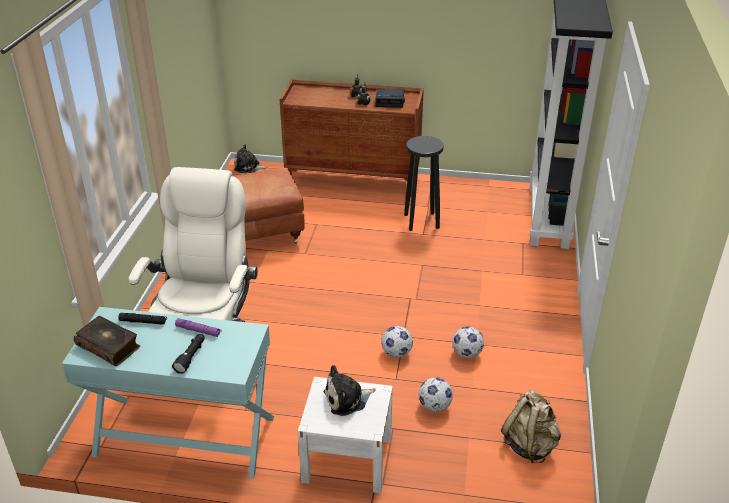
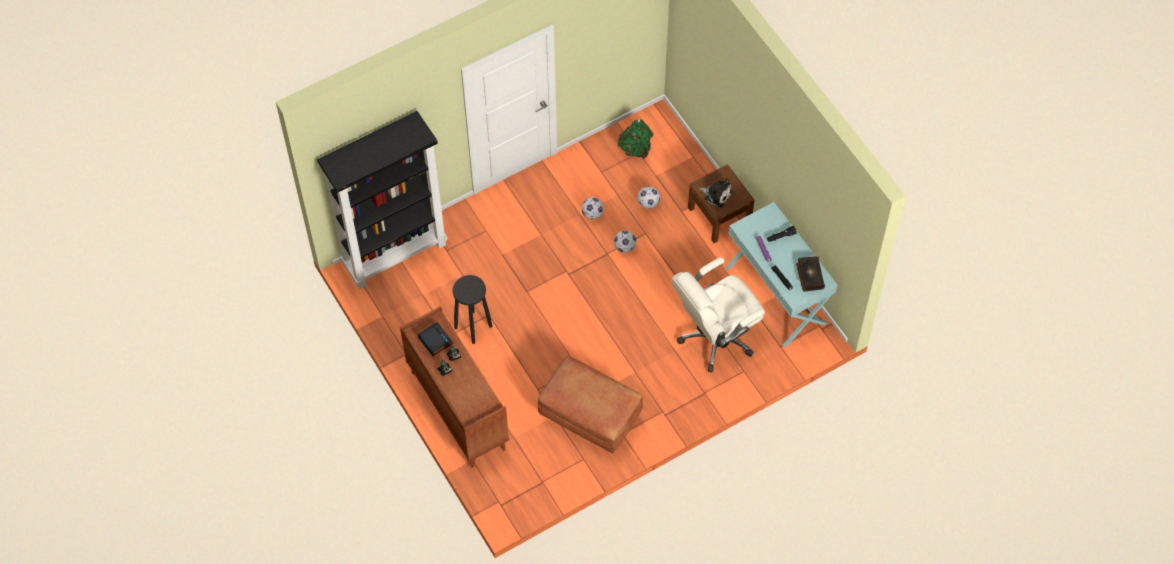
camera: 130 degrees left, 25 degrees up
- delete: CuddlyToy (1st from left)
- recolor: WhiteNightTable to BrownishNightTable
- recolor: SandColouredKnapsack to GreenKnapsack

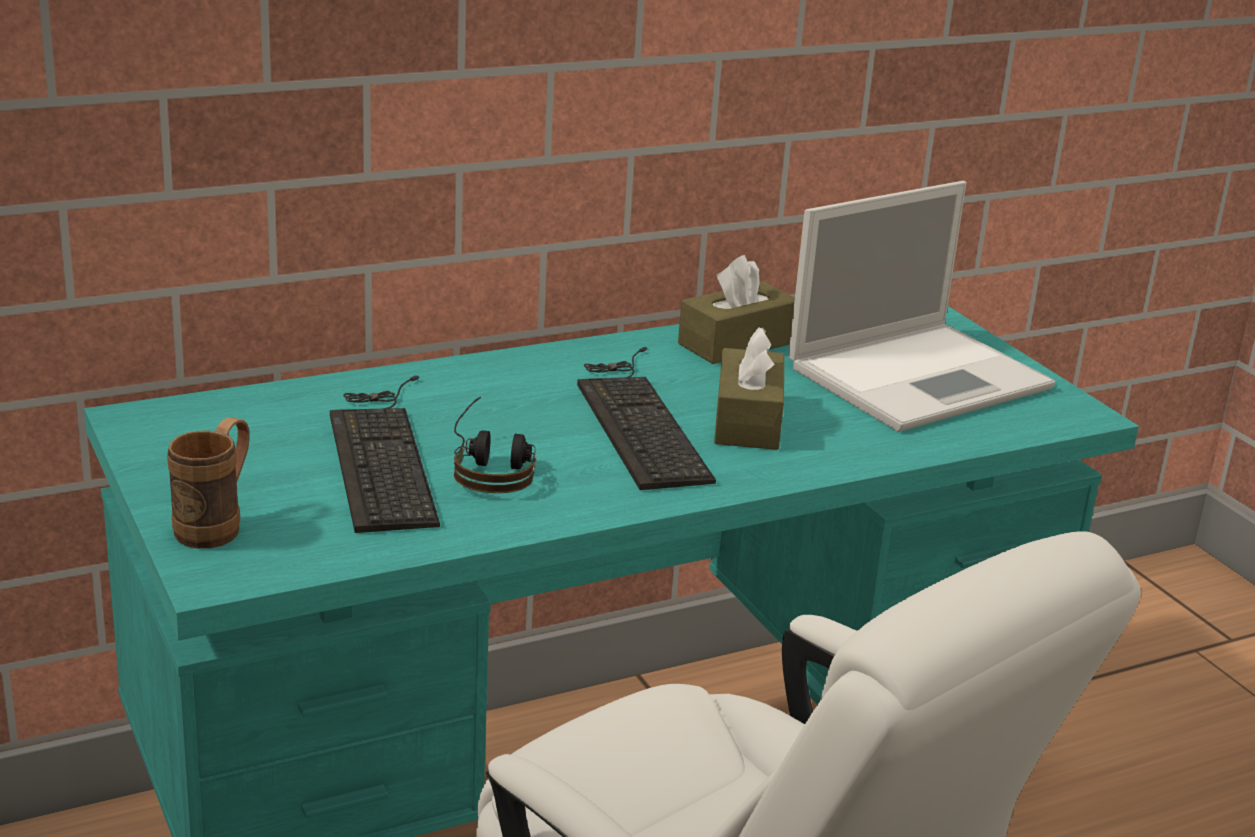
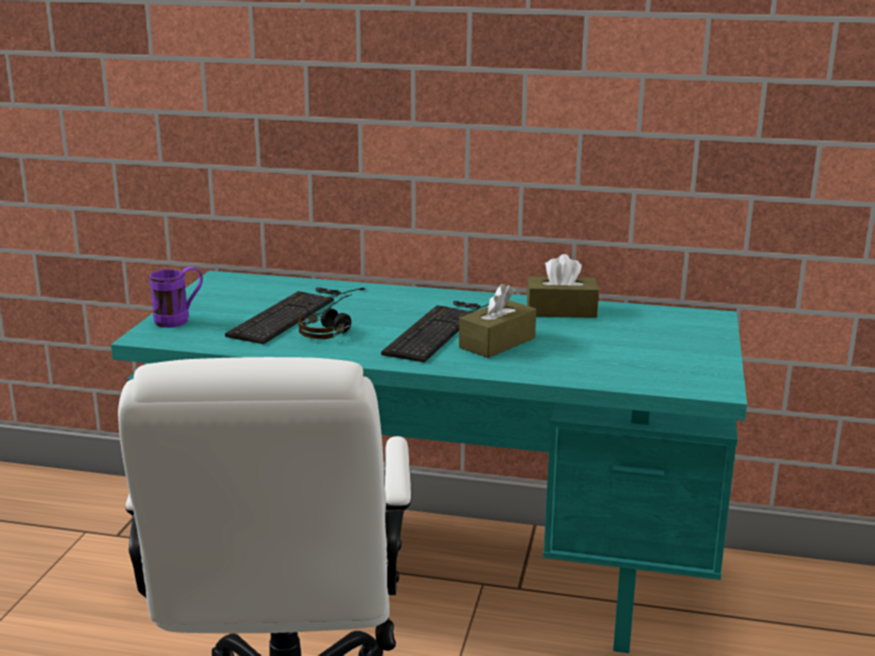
camera: 40 degrees right, 5 degrees down
- delete: Laptop
- recolor: BrownishCoffeeMug to PurpleColouredCoffeeMug

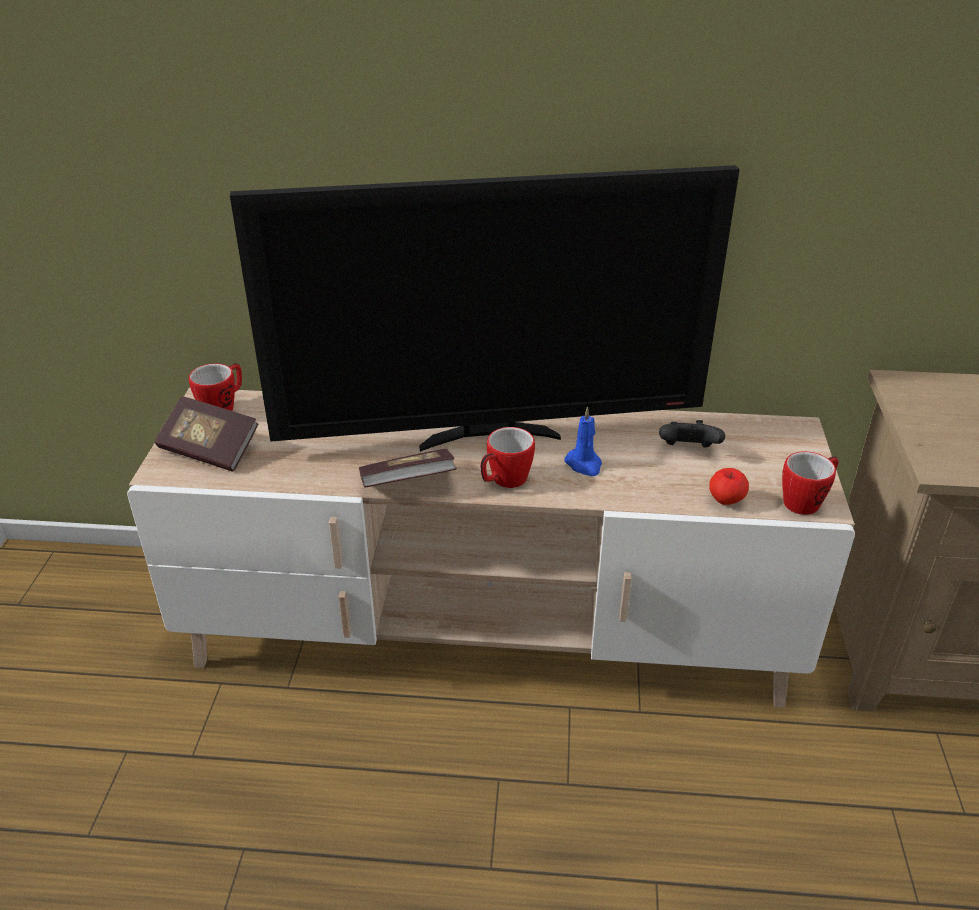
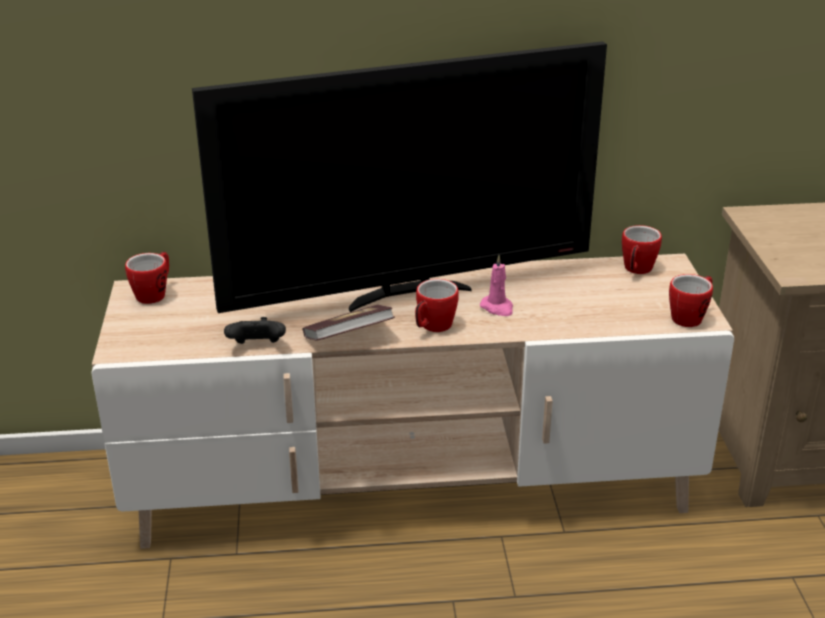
camera: 10 degrees left, 5 degrees down
- delete: Volume (1st from left)
- recolor: BlueCandle to PinkColouredCandle
- move: BlackColouredGamepad
- delete: WholeApple
- insert: CoffeeMug (3rd from left)

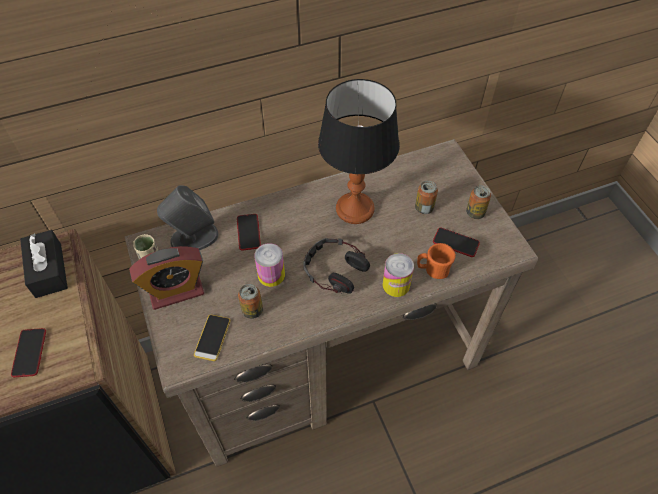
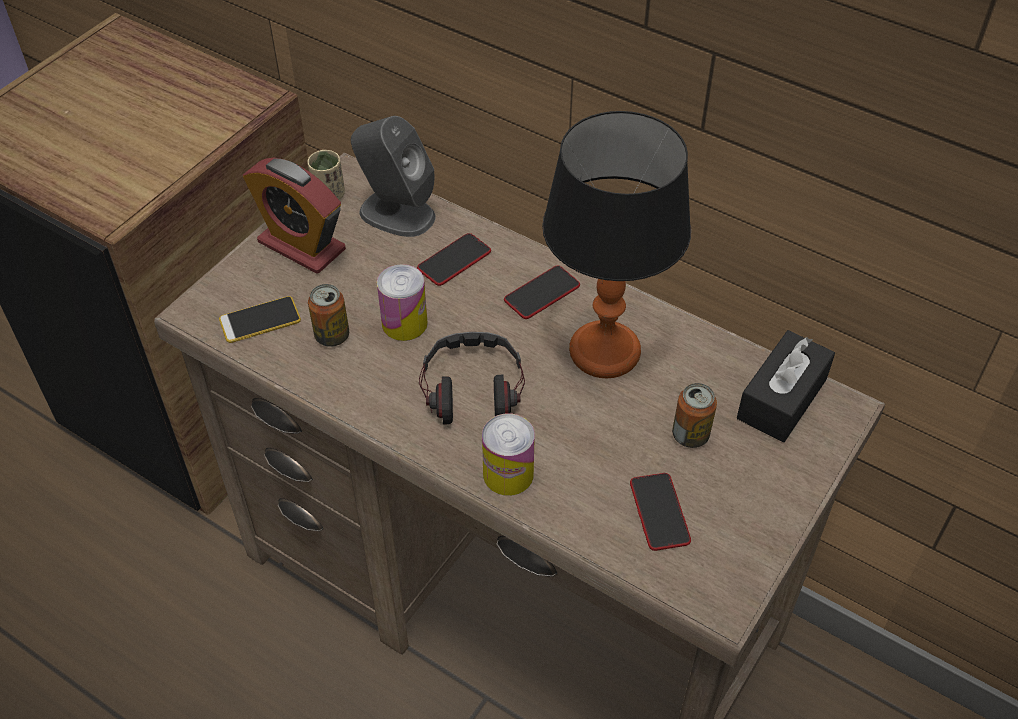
camera: 55 degrees right, 5 degrees down
- delete: Can (5th from left)
- move: BlackColouredTissueHolder
- delete: OrangeCoffeeMug
- move: Telephone (1st from left in the first image) to Telephone (3rd from left)

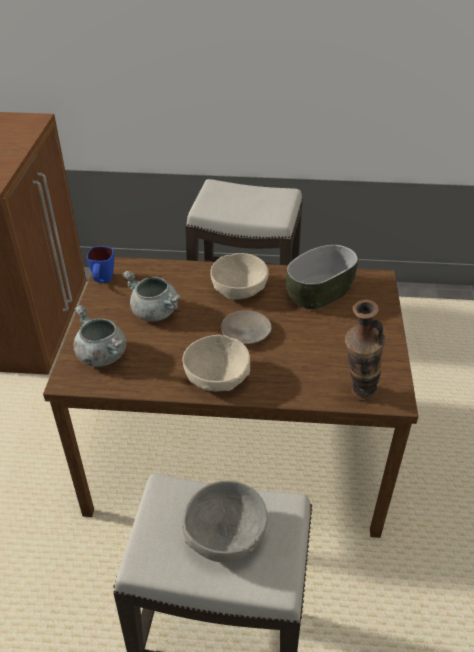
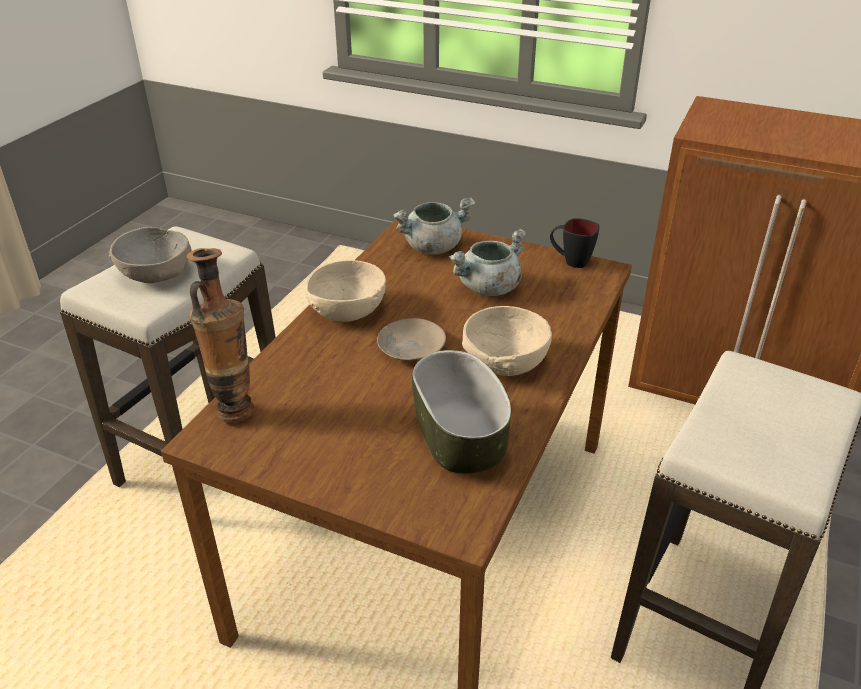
camera: 110 degrees right, 5 degrees down
- recolor: BlueCoffeeMug to BlackColouredCoffeeMug

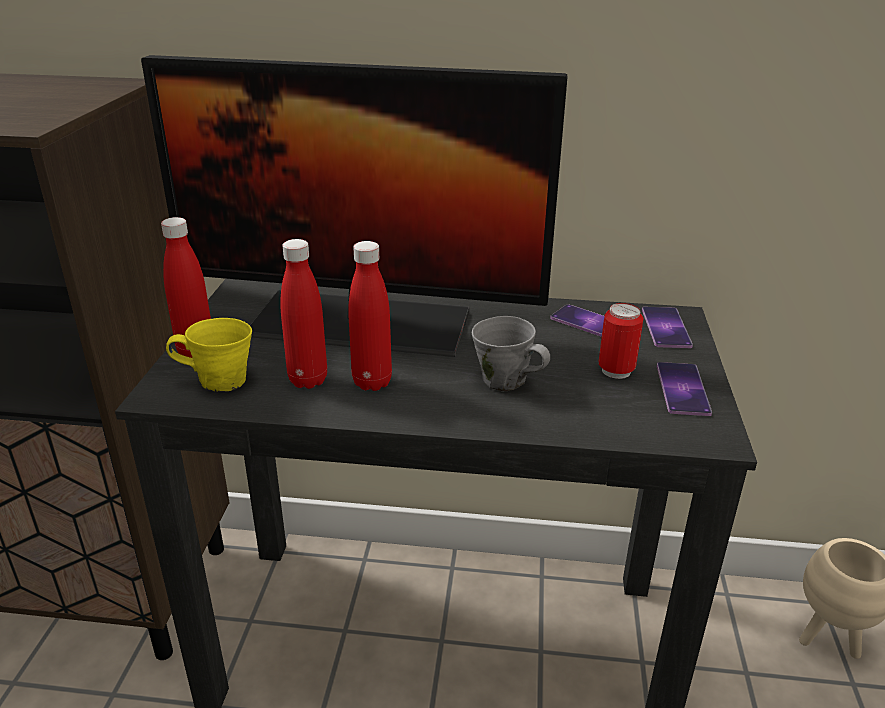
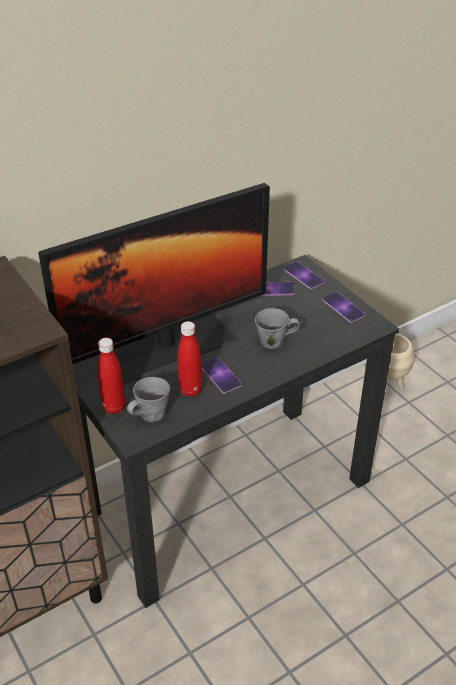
camera: 40 degrees left, 10 degrees up
- replace: ReddishBottle (3rd from left) to Telephone (1st from left)
- delete: Can
- recolor: YellowishCoffeeMug to GreyishCoffeeMug (1st from left)

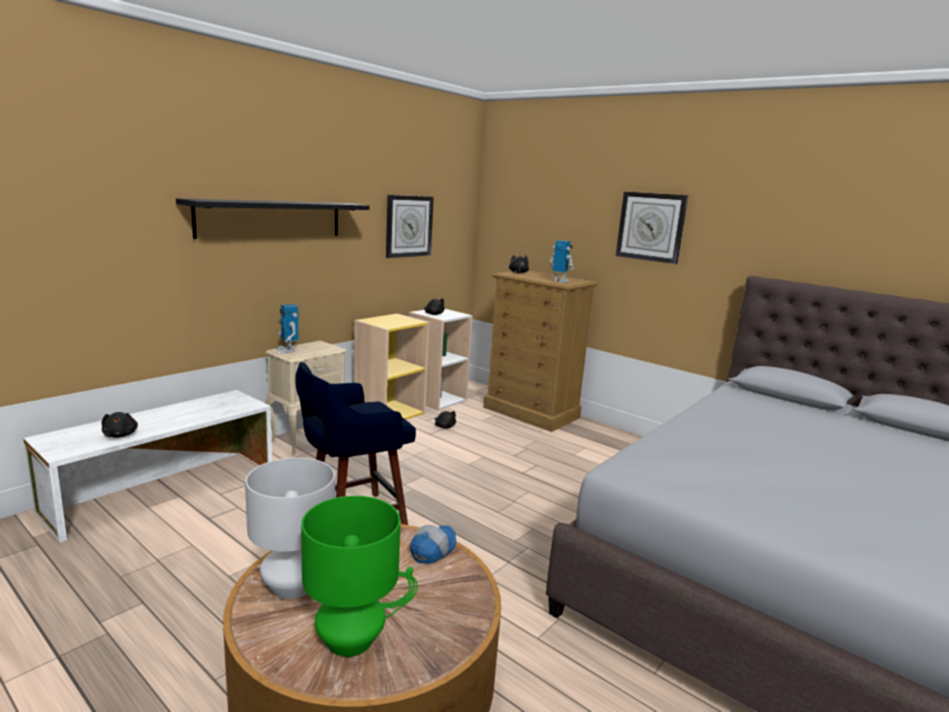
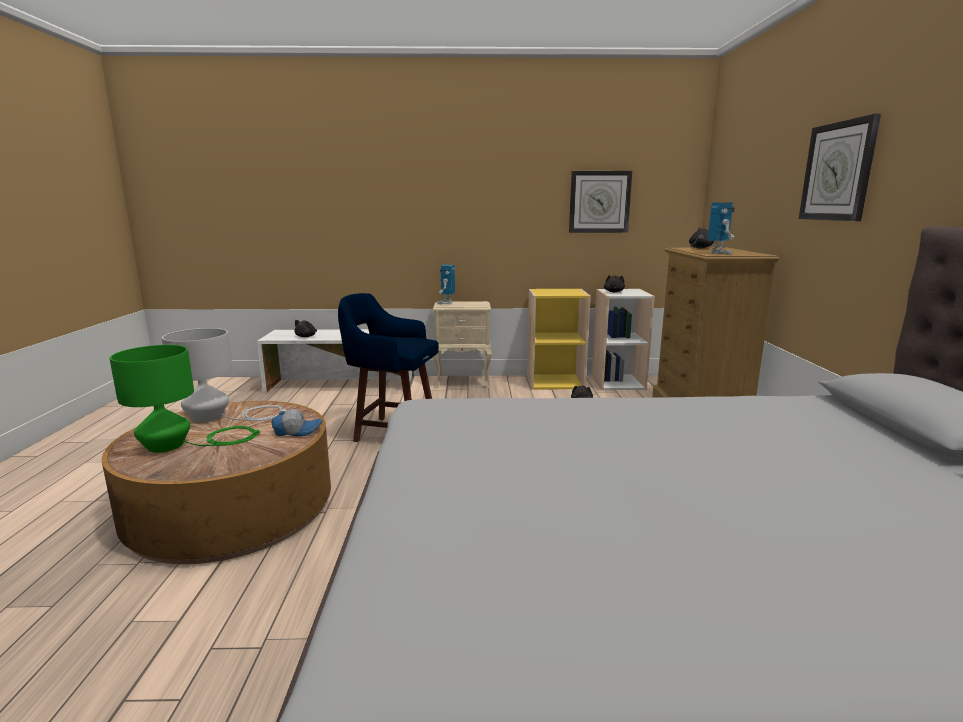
camera: 50 degrees right, 0 degrees up
- delete: BlackColouredWallShelf

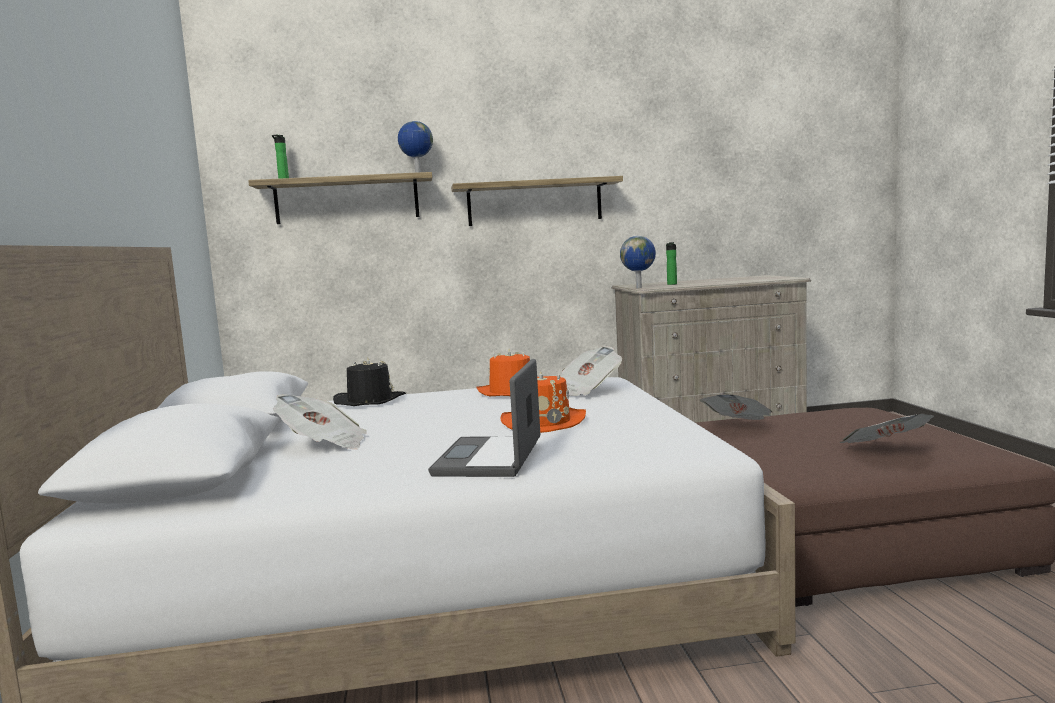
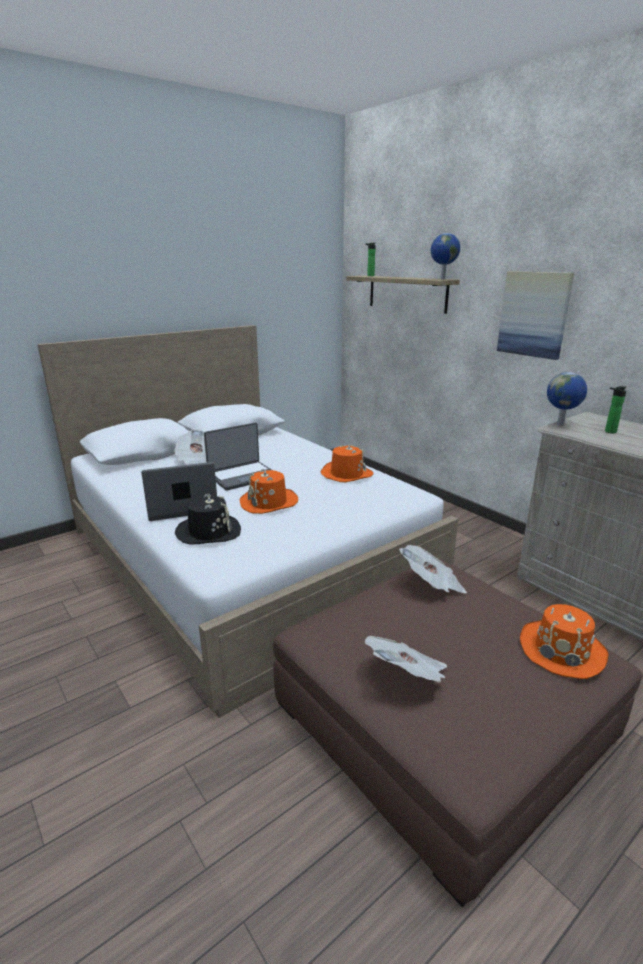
camera: 60 degrees right, 15 degrees up
- replace: WallShelf (2nd from left) to WallArt
- delete: DailyPaper (2nd from left)
- move: BlackColouredClothingHat
- insert: Laptop (2nd from left)
- insert: OrangeClothingHat (3rd from left)

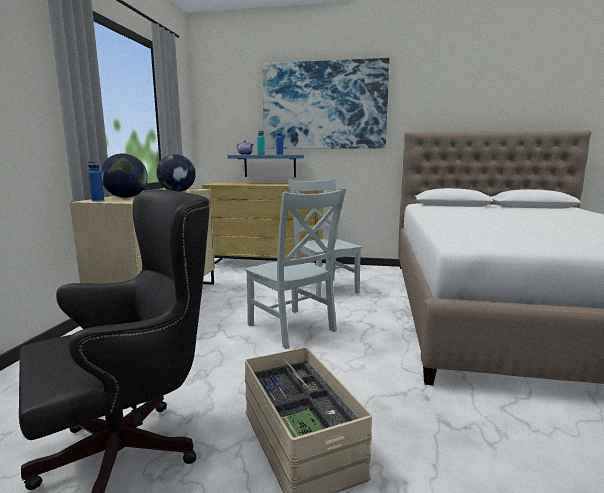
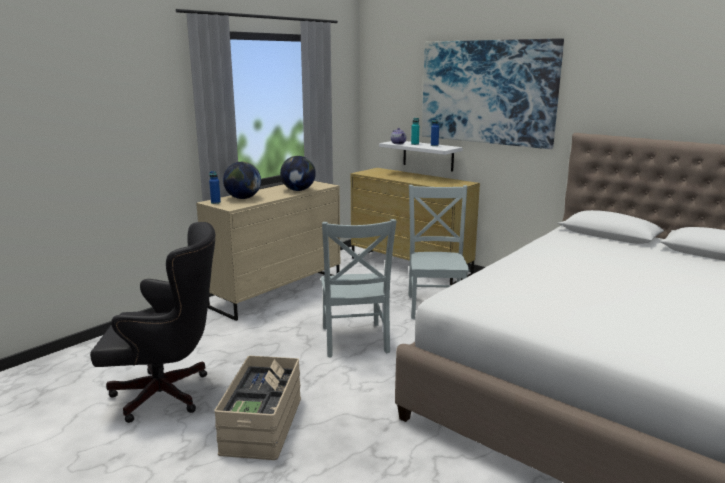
camera: 30 degrees right, 5 degrees up
- recolor: BlueWallShelf to WhiteWallShelf

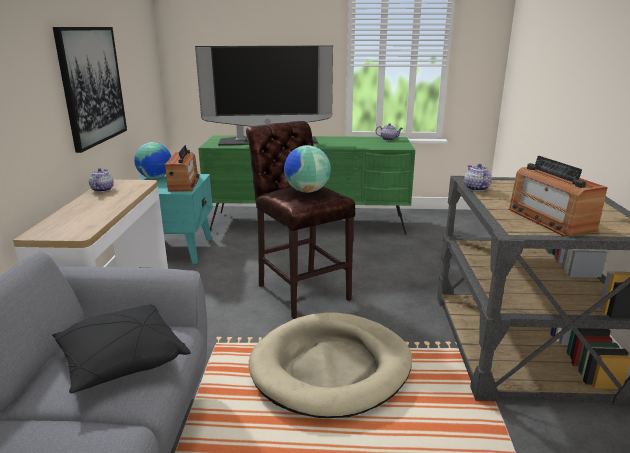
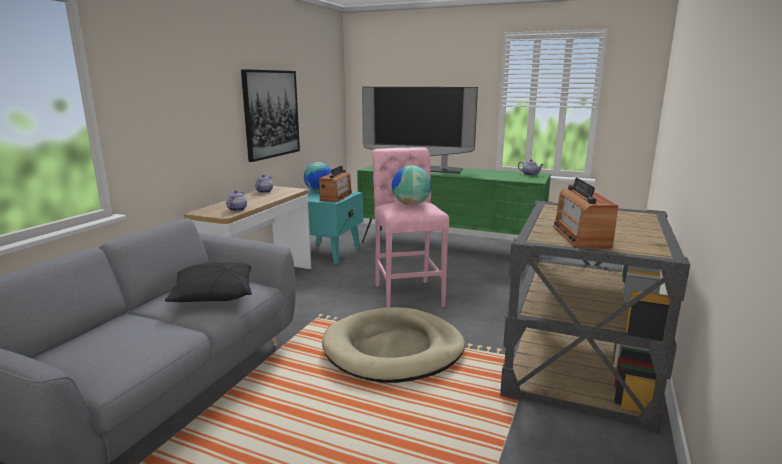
camera: 20 degrees right, 5 degrees down
- recolor: BrownishStoolSeat to PinkColouredStoolSeat
- move: TeaPot (3rd from left in the first image) to TeaPot (1st from left)

